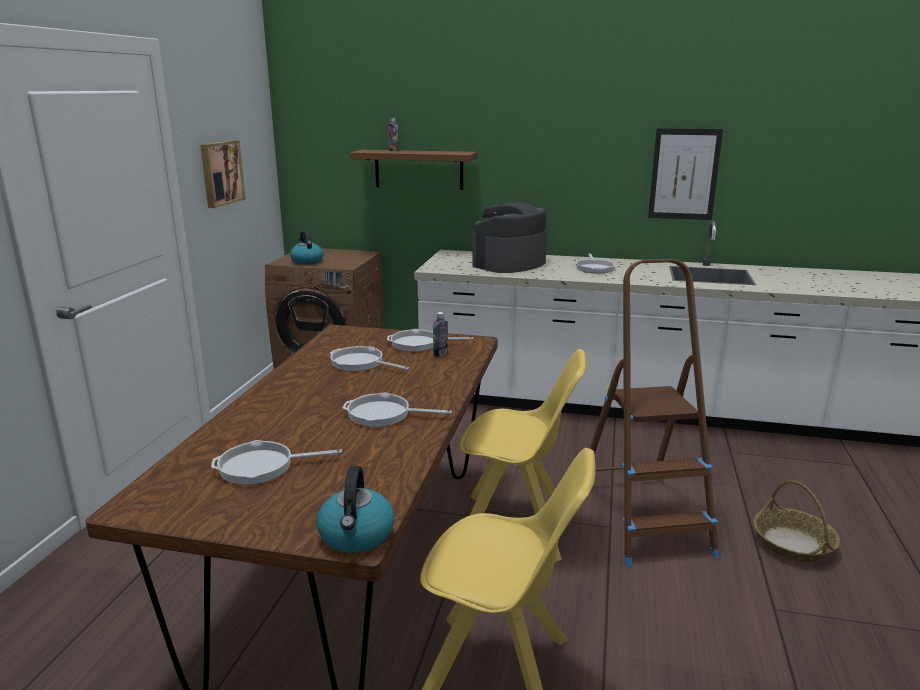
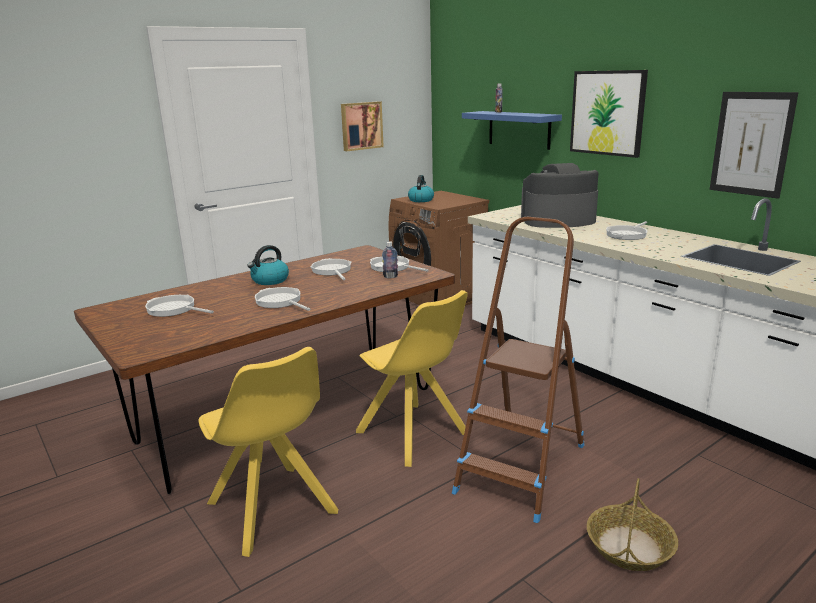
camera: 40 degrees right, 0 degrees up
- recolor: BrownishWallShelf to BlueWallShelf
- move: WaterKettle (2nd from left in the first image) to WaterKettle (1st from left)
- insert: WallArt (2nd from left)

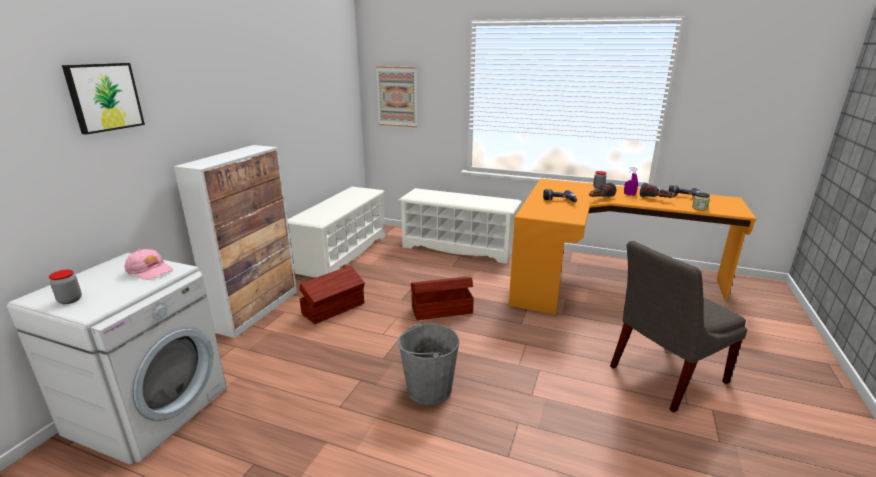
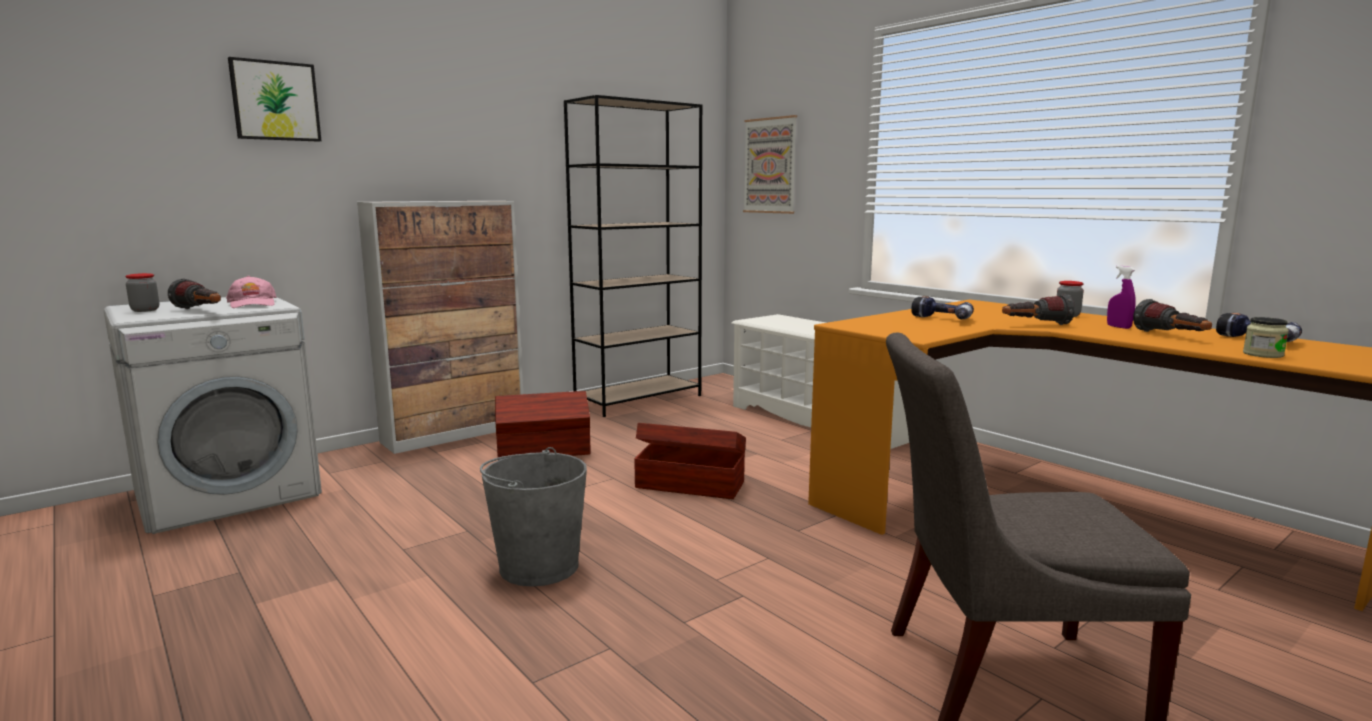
camera: 30 degrees right, 10 degrees down
- replace: WhiteShoeShelf (1st from left) to SandColouredBookshelf
- insert: Torch (1st from left)

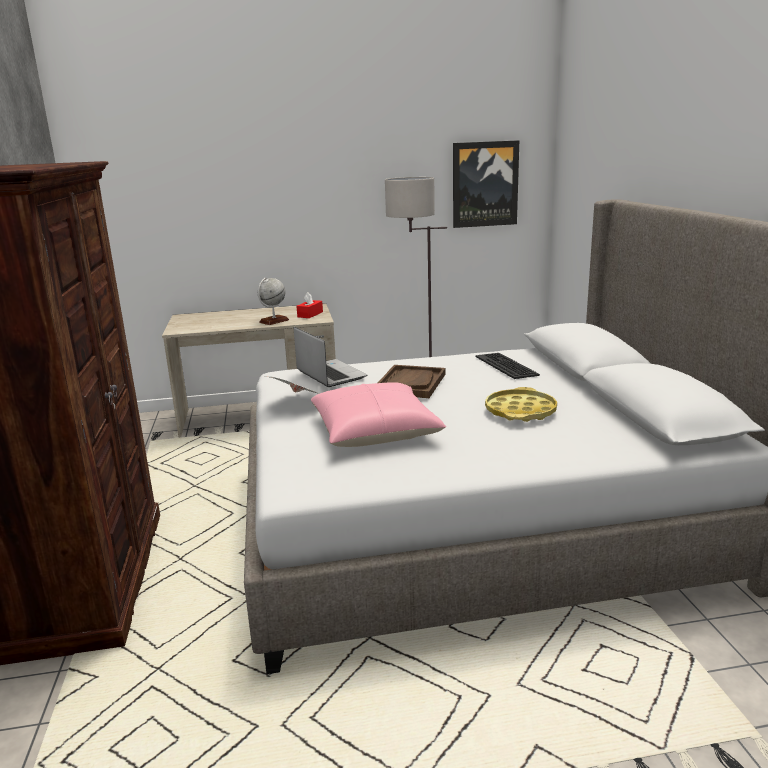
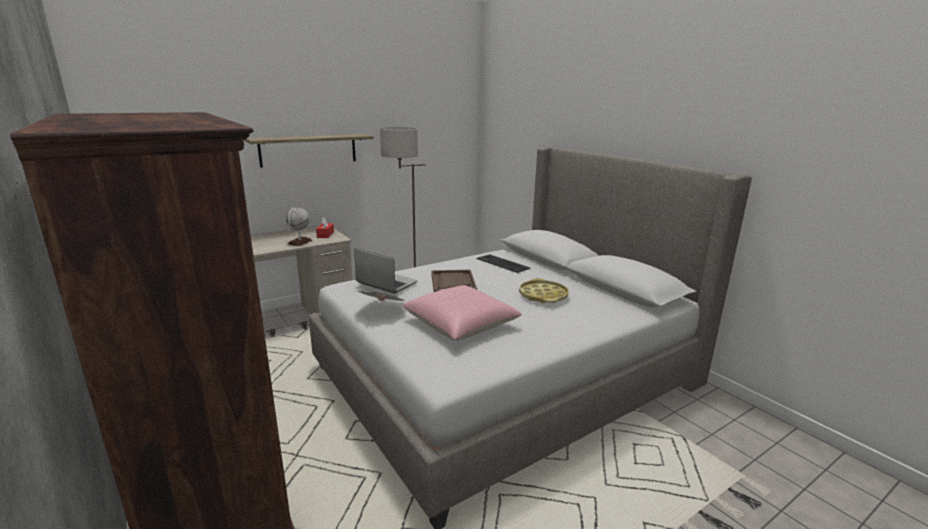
camera: 25 degrees left, 0 degrees up
- delete: WallArt
- insert: WallShelf

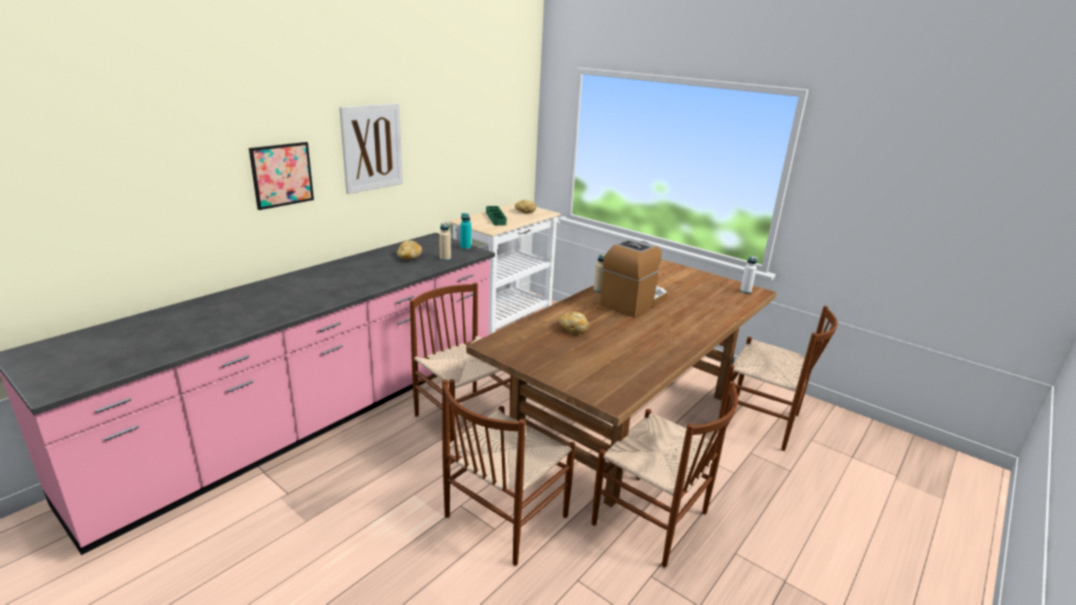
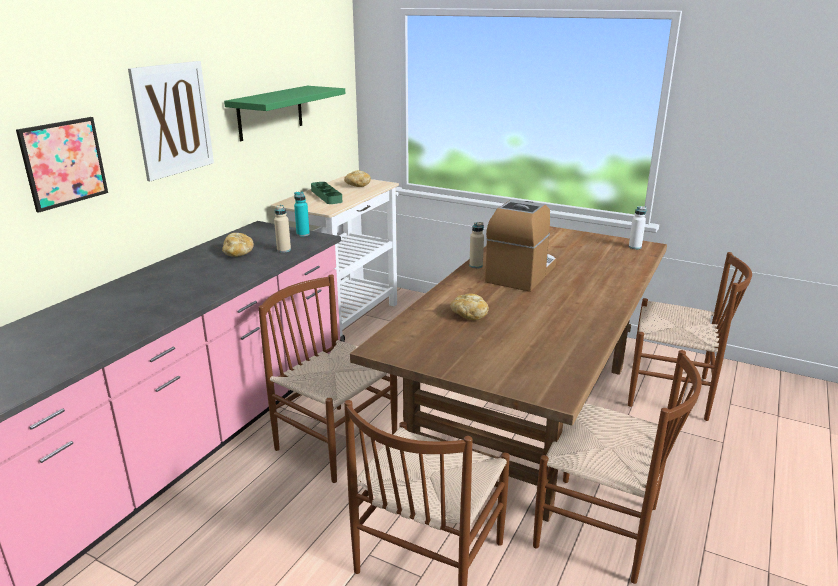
camera: 10 degrees left, 0 degrees up
- insert: GreenWallShelf

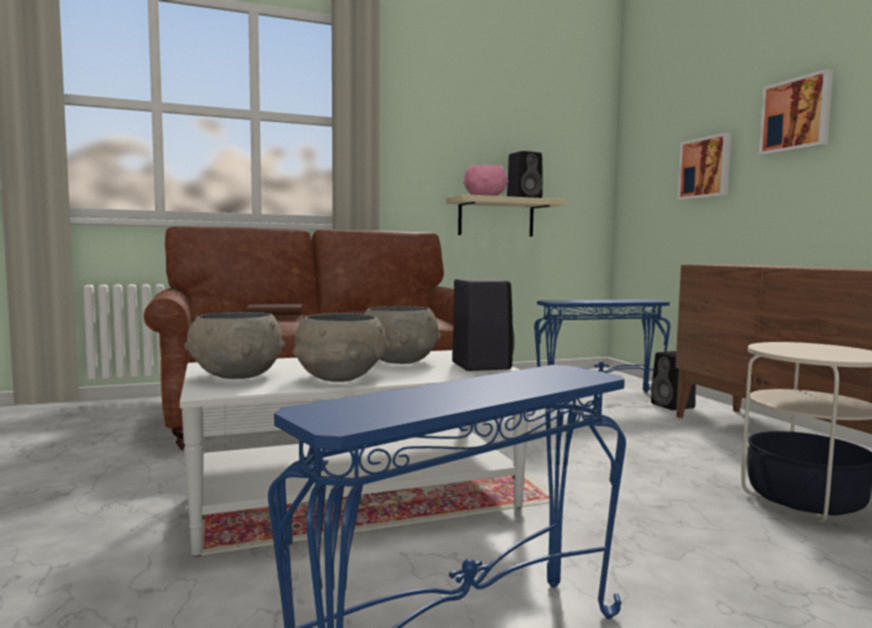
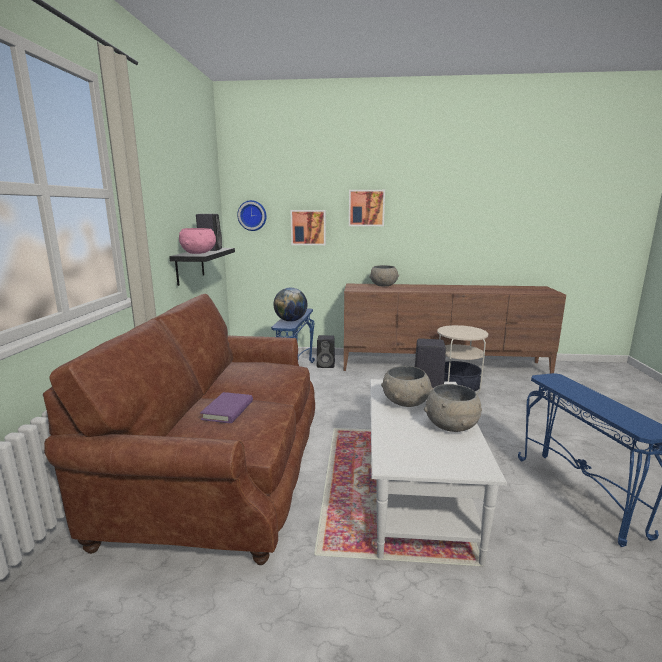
camera: 65 degrees left, 10 degrees up
- recolor: SandColouredWallShelf to BlackColouredWallShelf
- recolor: BrownishVolume to PurpleColouredVolume
- move: GreyishServingBowl (1st from left)
- insert: HangingClock
- insert: WorldGlobe

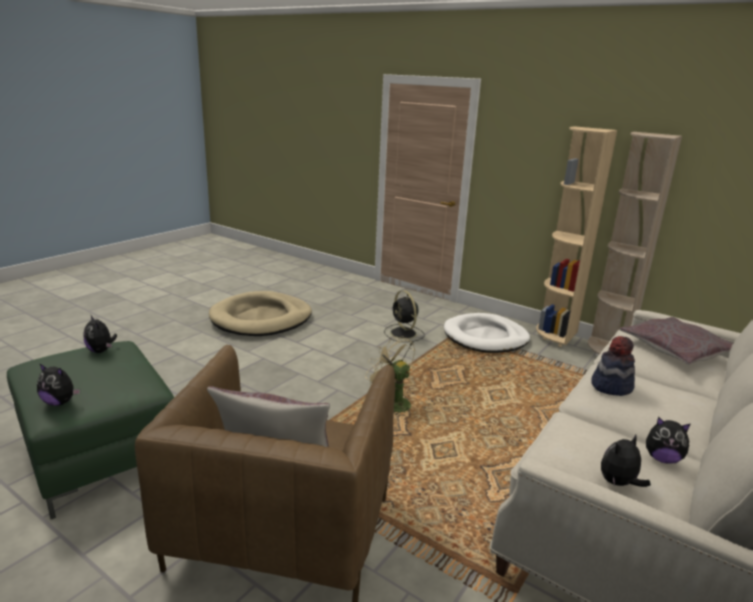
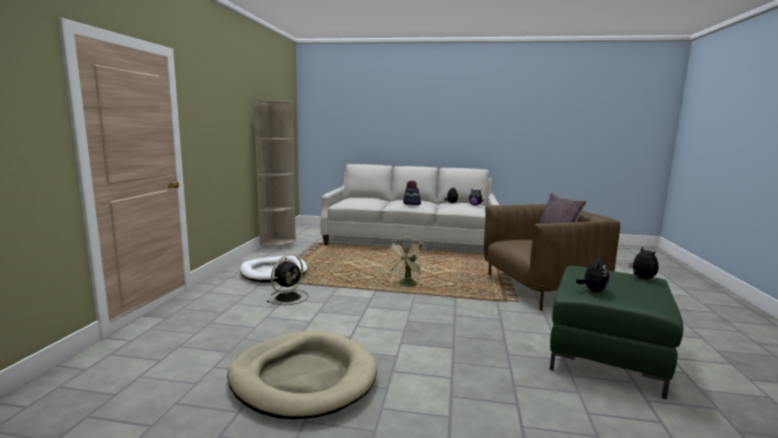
camera: 115 degrees left, 10 degrees down
- delete: SandColouredBookshelf (1st from left)
- delete: GreyishCushion (2nd from left)

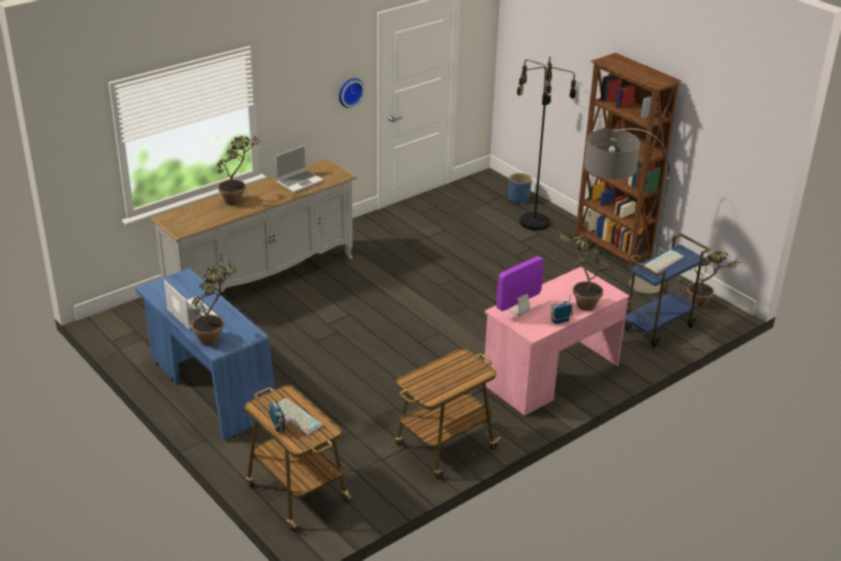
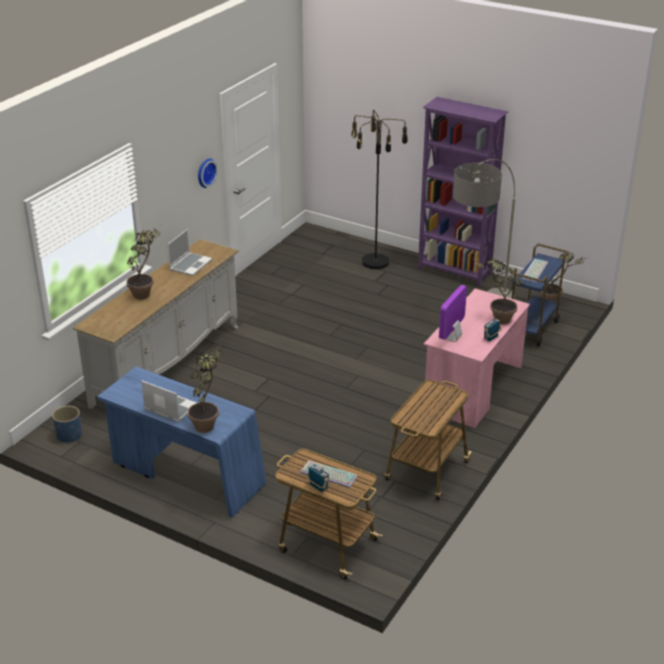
camera: 20 degrees left, 0 degrees up
- recolor: BrownishBookshelf to PurpleColouredBookshelf
- move: BluePlantPot

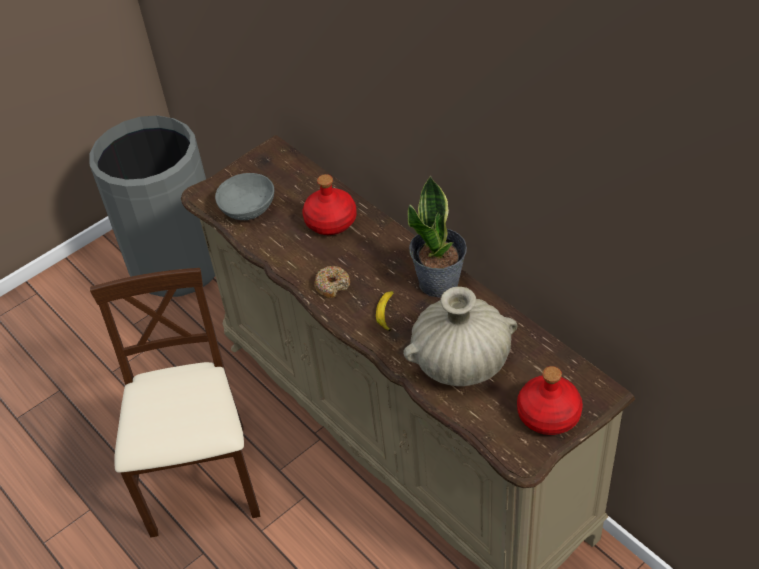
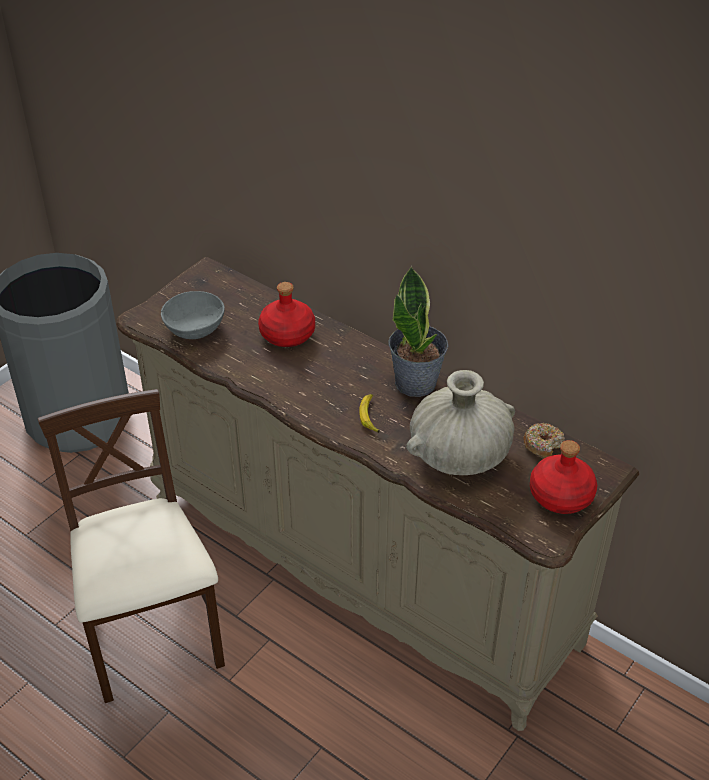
camera: 15 degrees left, 5 degrees down
- move: Donut

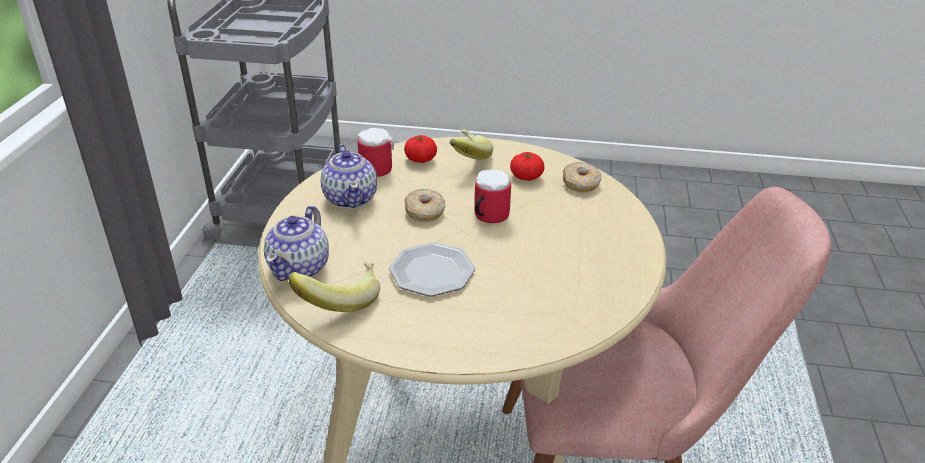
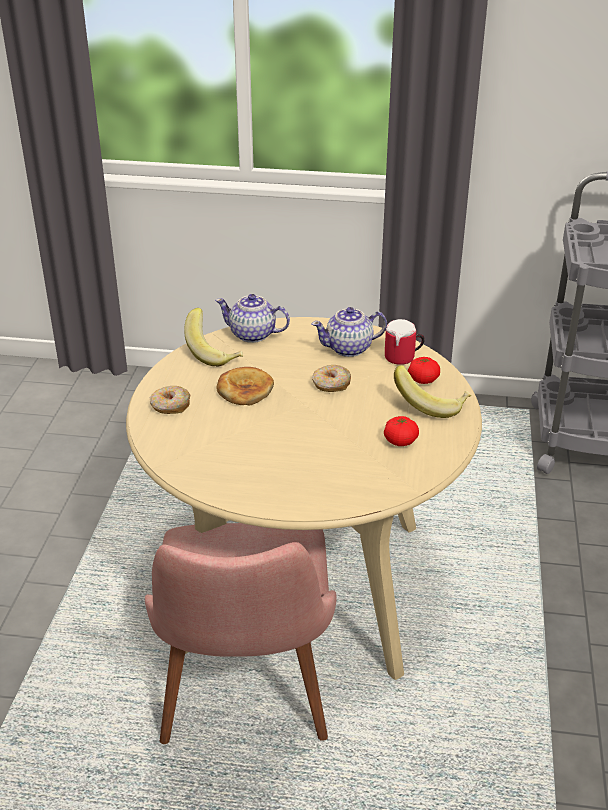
camera: 90 degrees right, 0 degrees up
- move: Donut (2nd from left in the first image) to Donut (1st from left)
- delete: CoffeeMug (2nd from left)
- replace: Plate to Bread

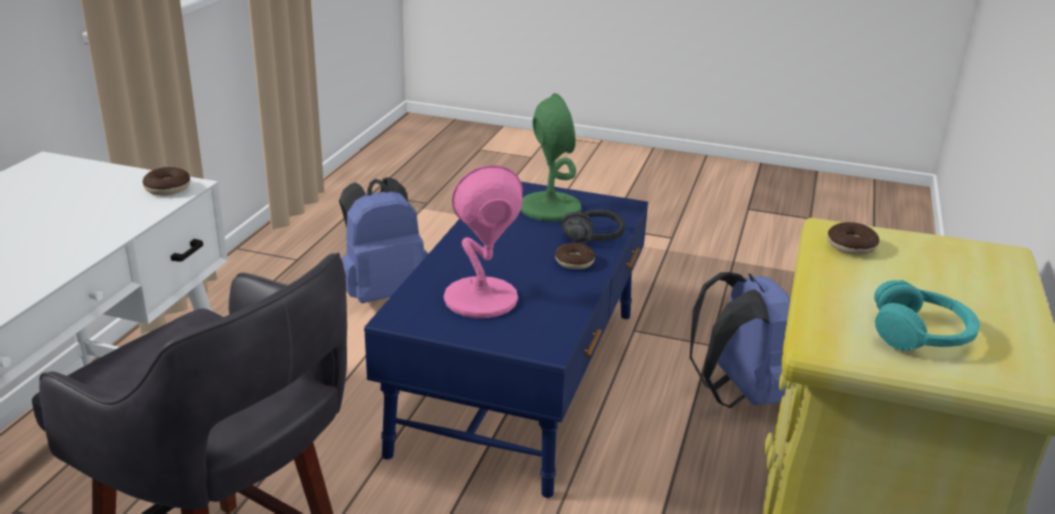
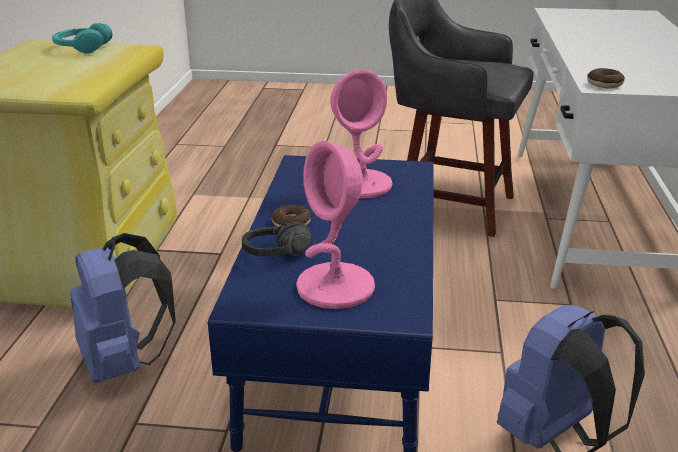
camera: 170 degrees right, 0 degrees up
- recolor: GreenTabletopLamp to PinkColouredTabletopLamp (1st from left)
- delete: Donut (3rd from left)

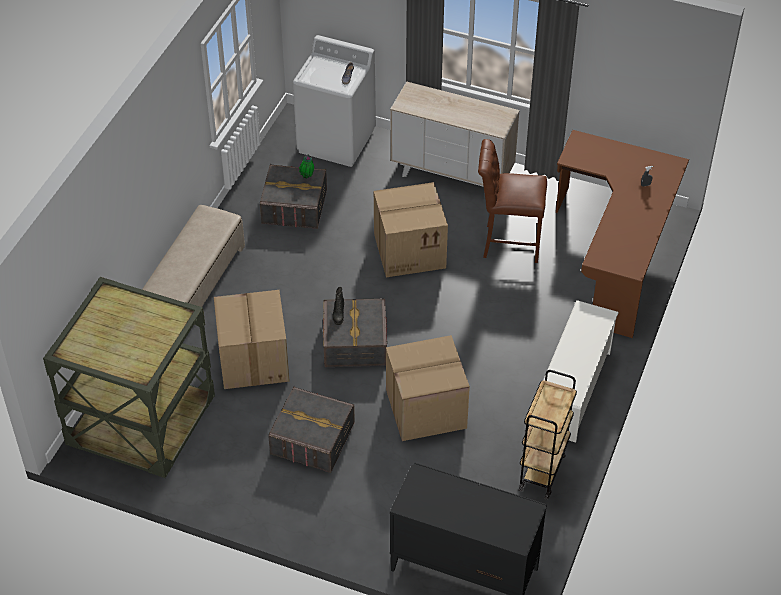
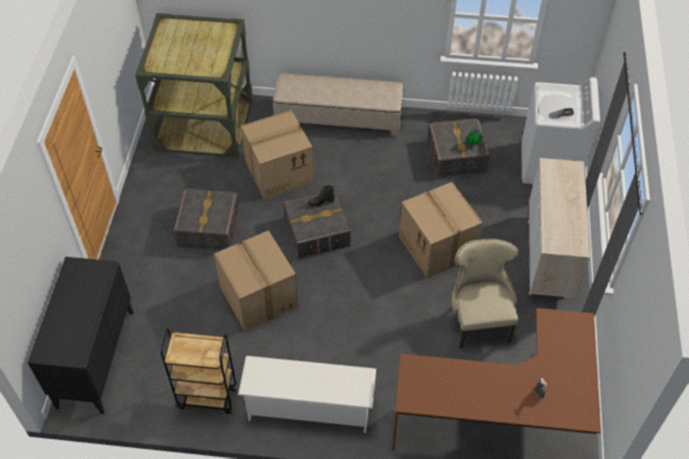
camera: 75 degrees right, 5 degrees up
- replace: BrownishStoolSeat to SandColouredPlainChair

